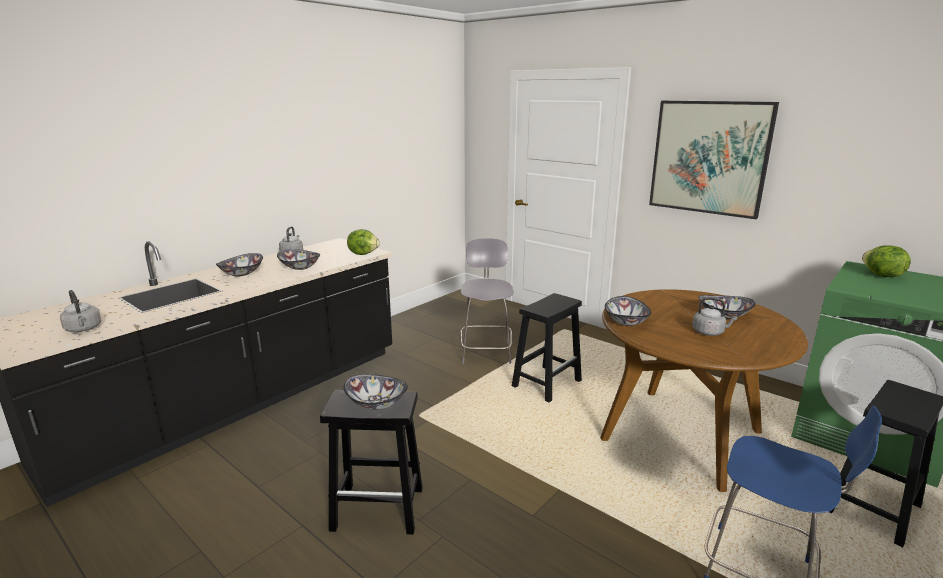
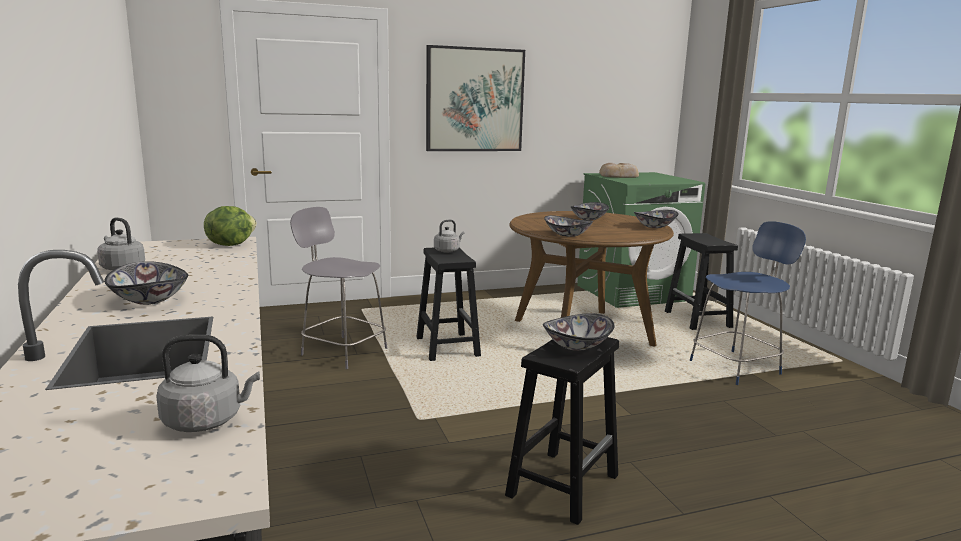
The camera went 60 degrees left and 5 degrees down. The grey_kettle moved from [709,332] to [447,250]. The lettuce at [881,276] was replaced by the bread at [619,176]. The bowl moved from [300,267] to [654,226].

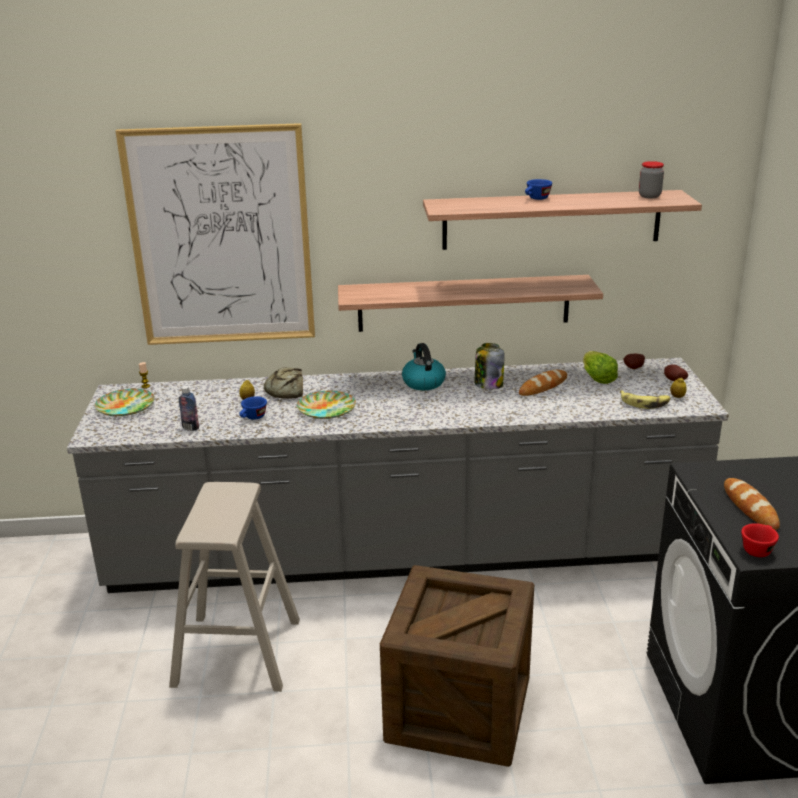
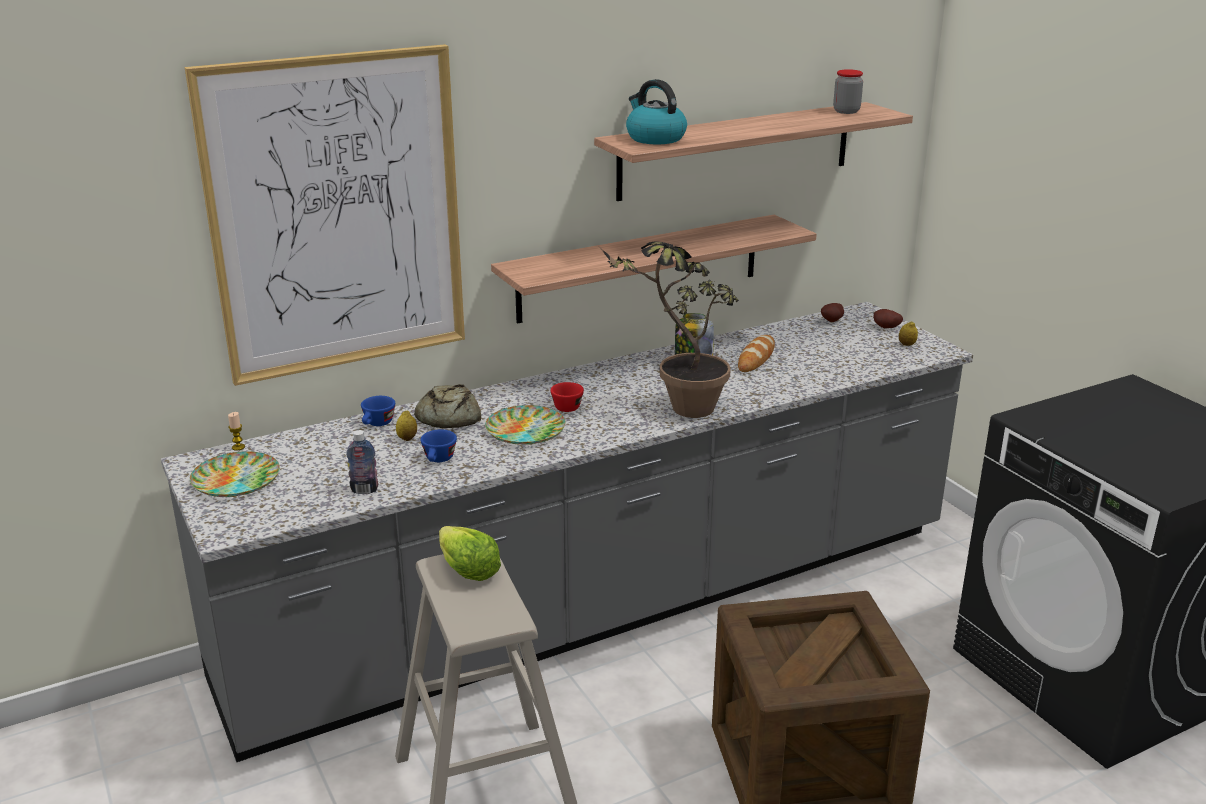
The camera went 25 degrees left and 0 degrees up. The blue_cup moved from [536,199] to [377,424]. The lettuce moved from [597,378] to [467,570]. The red_cup moved from [758,549] to [568,406]. The potted_plant at [677,409] appeared. The kettle moved from [423,382] to [654,138]. The banana at [645,403] disappeared. The bread at [750,507] disappeared.

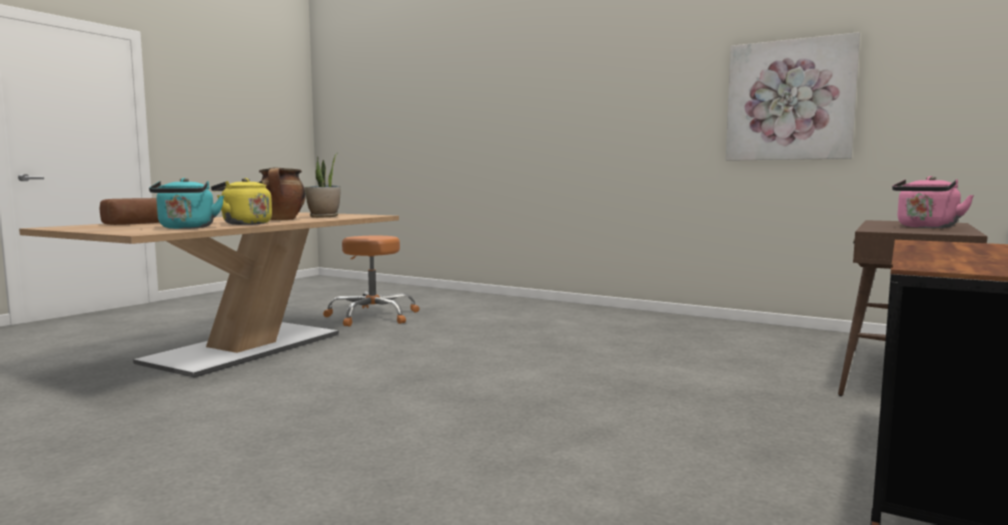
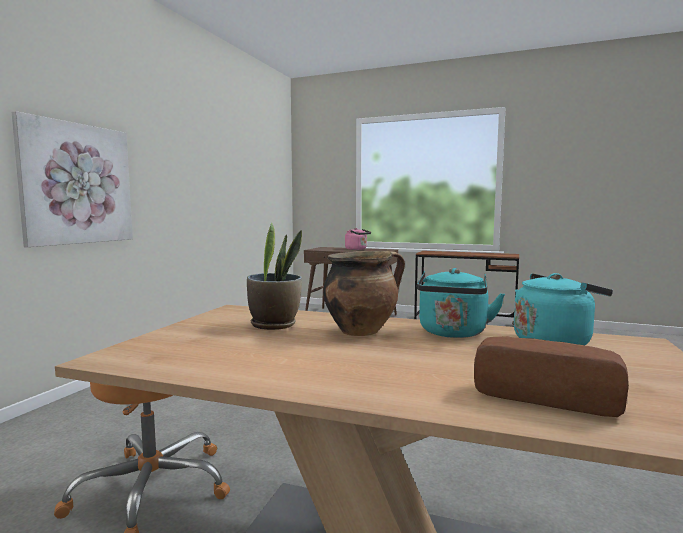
The camera went 100 degrees left and 0 degrees up. The picture moved from [789,100] to [77,184]. The yellow_kettle at [244,224] became the turquoise_kettle at [453,333].

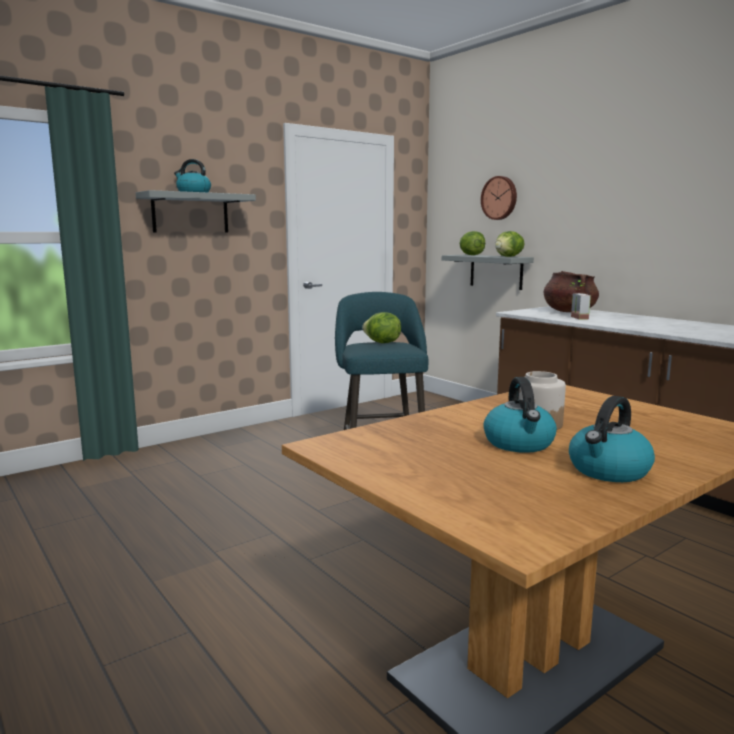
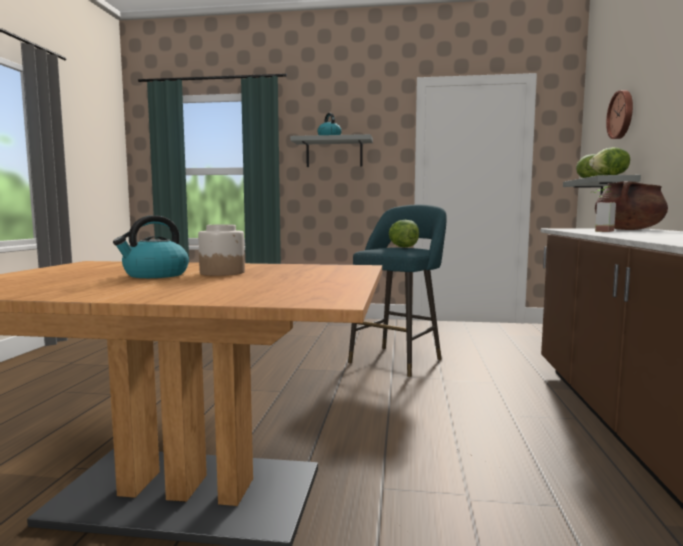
The camera went 45 degrees right and 5 degrees down. The kettle at [608,471] disappeared.

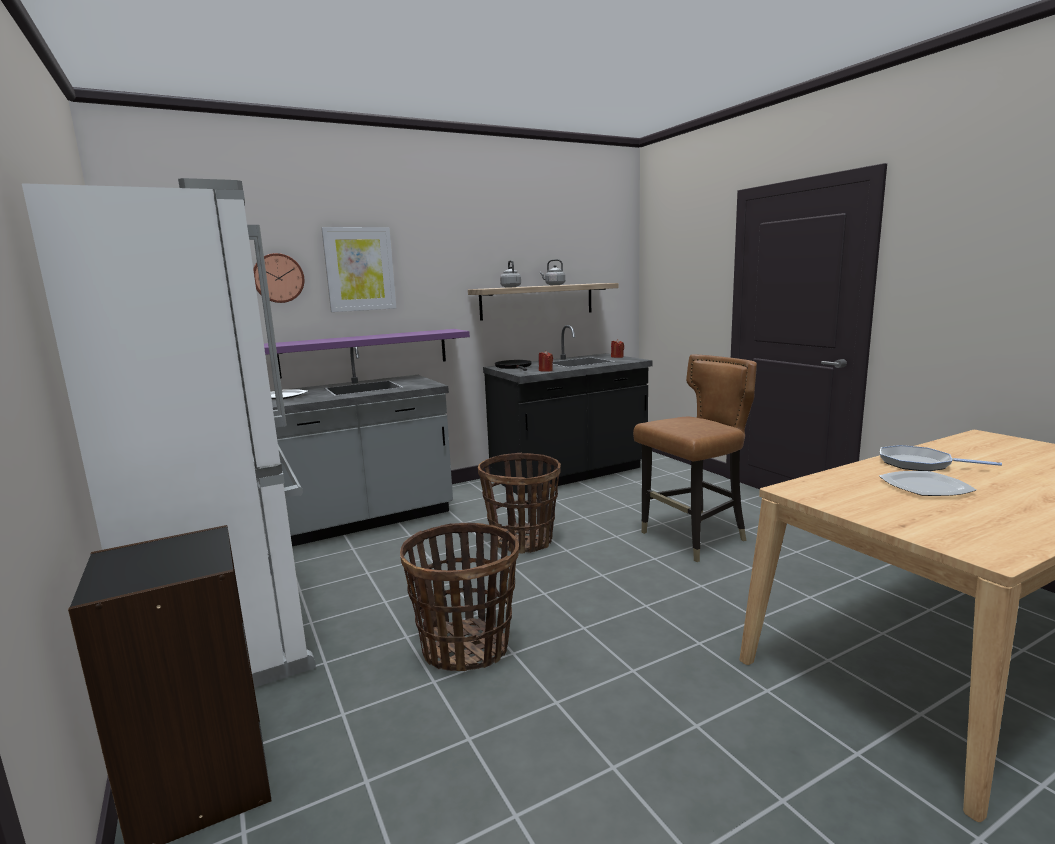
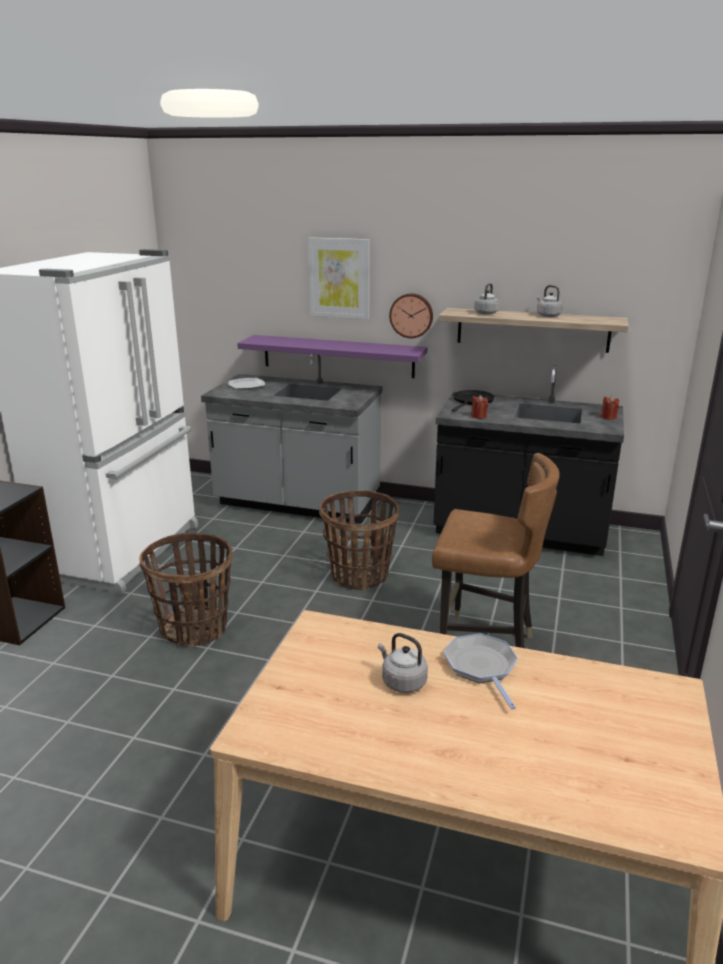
The camera went 45 degrees right and 10 degrees up. The plate at [925,487] was replaced by the grey_kettle at [402,682]. The wall_clock moved from [278,278] to [411,315].

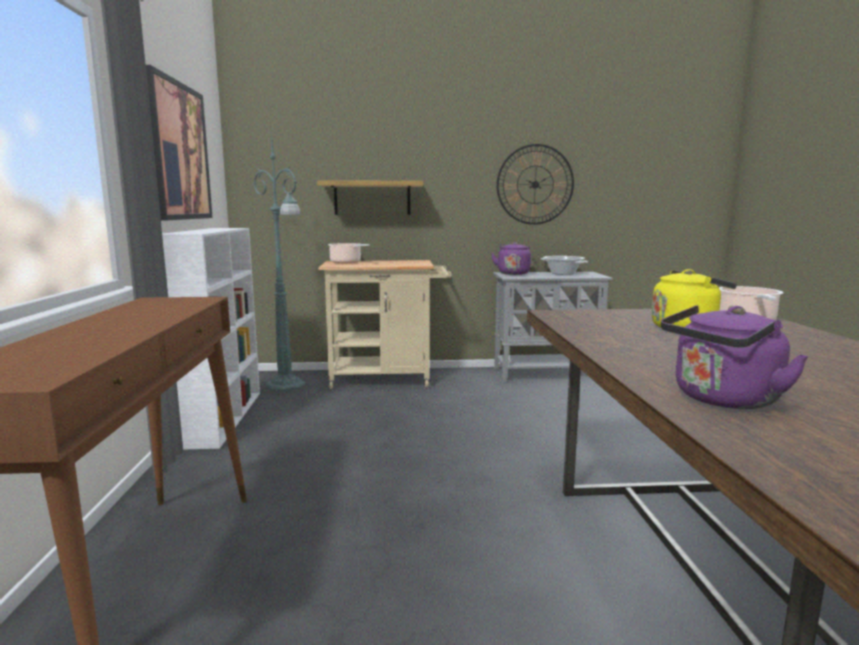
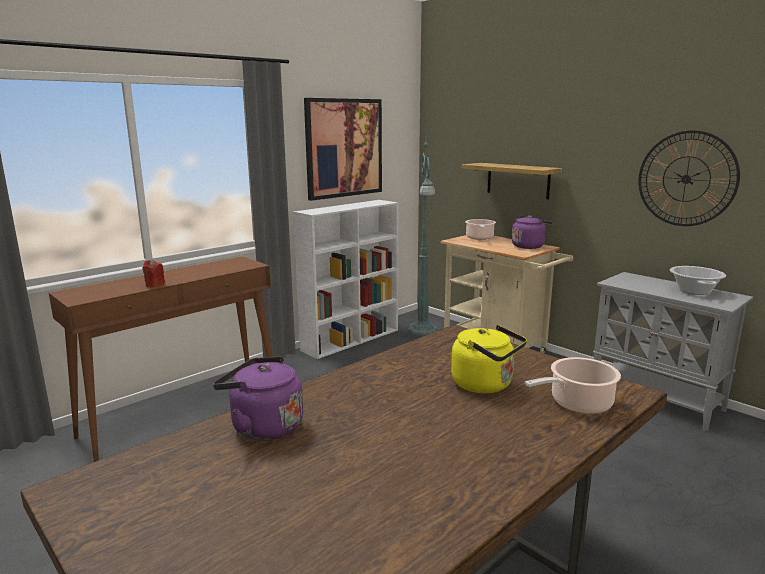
The camera went 50 degrees right and 5 degrees up. The red_candle at [155,284] appeared. The purple_kettle moved from [513,273] to [529,246].

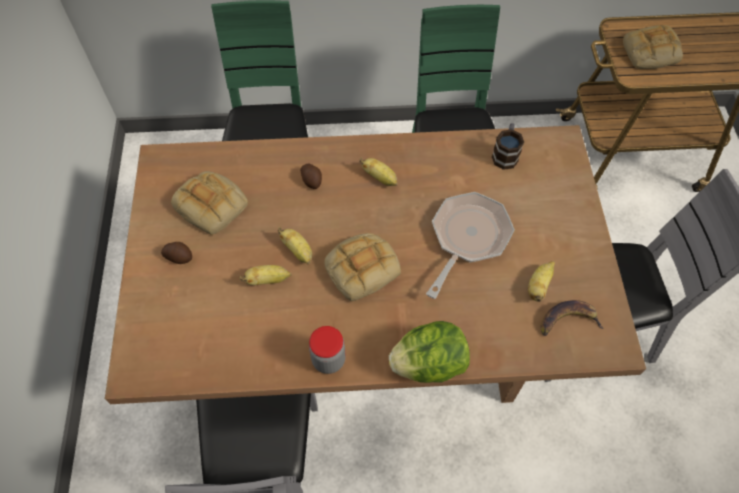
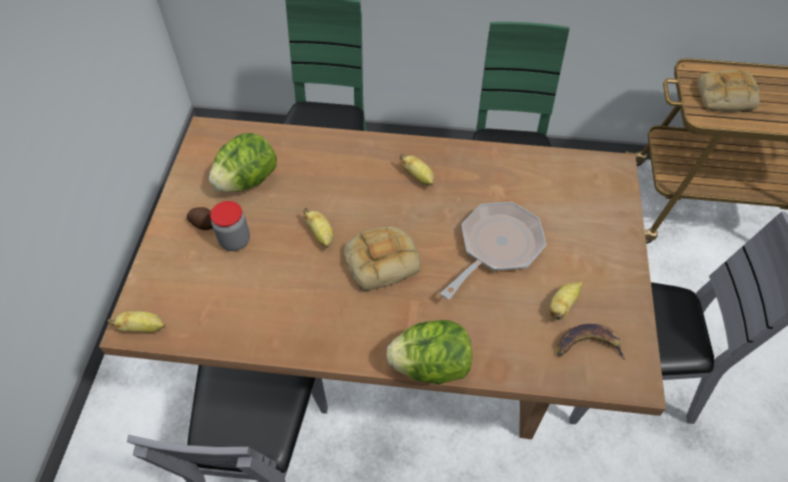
The camera went 10 degrees right and 5 degrees down. The banana moved from [268,280] to [143,328]. The bread at [212,205] was replaced by the lettuce at [247,180]. The jar moved from [328,360] to [235,240]. The potato at [311,180] disappeared. The mug at [505,154] disappeared.

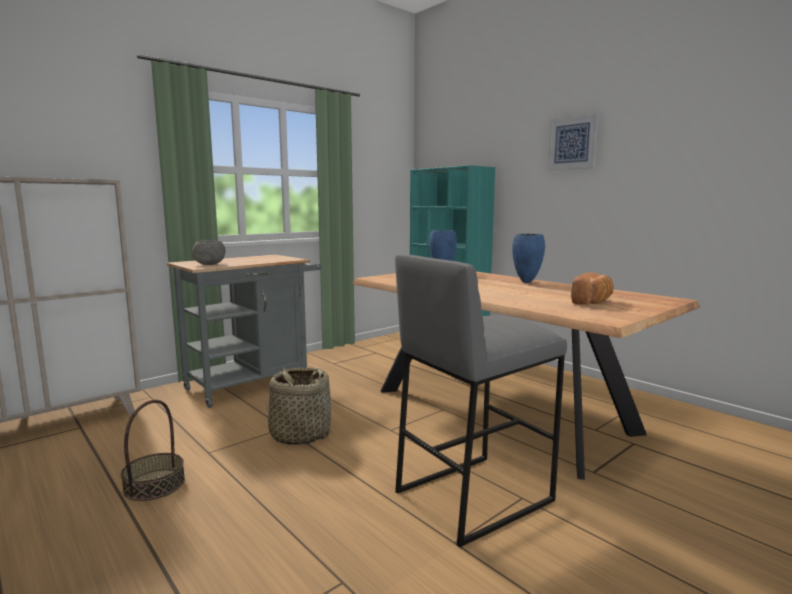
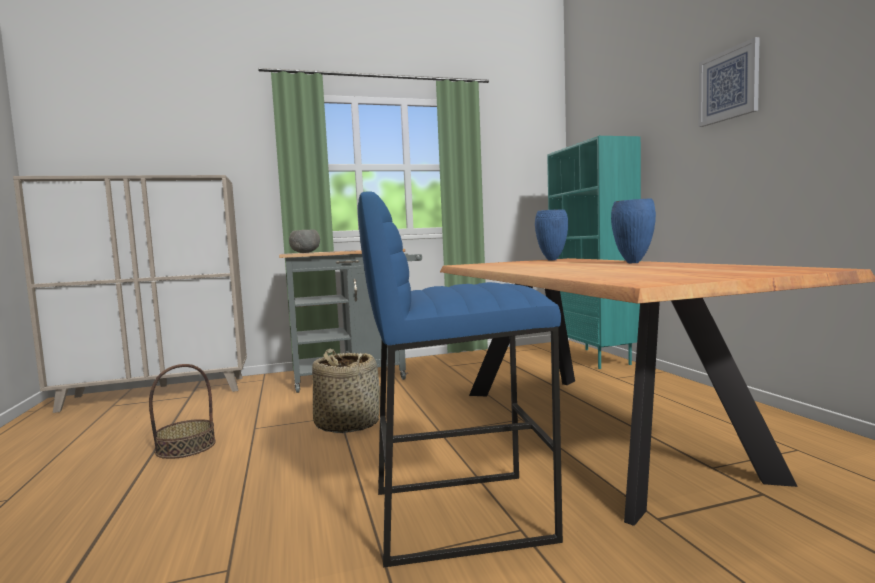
The camera went 25 degrees right and 5 degrees down. The grey_stool at [473,495] became the blue_stool at [460,513]. The bread at [593,302] disappeared.

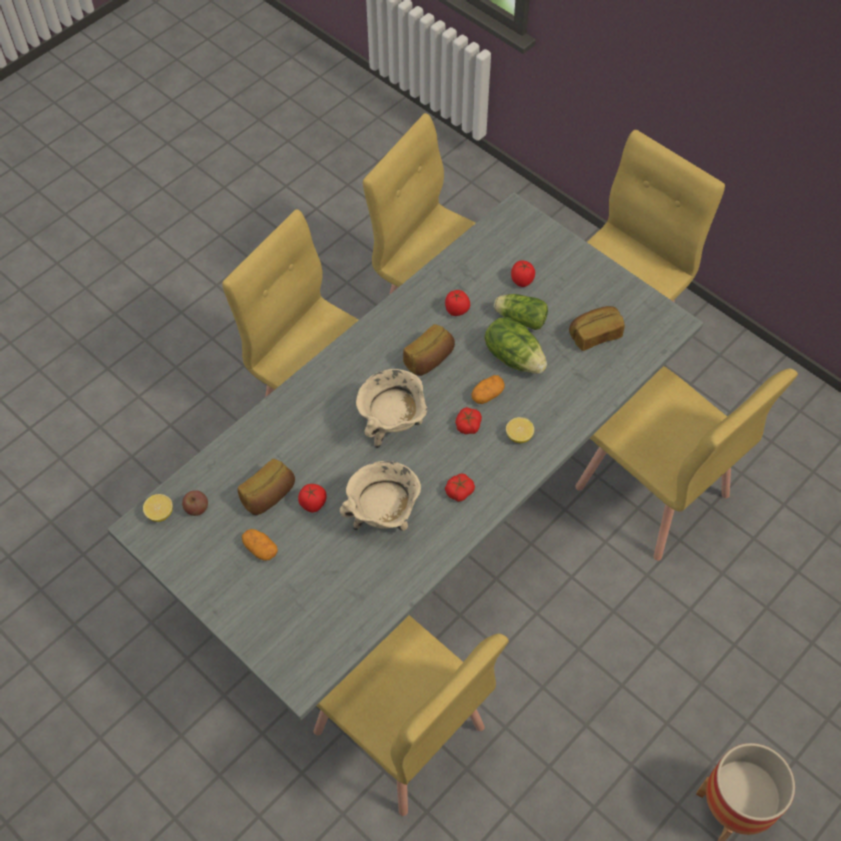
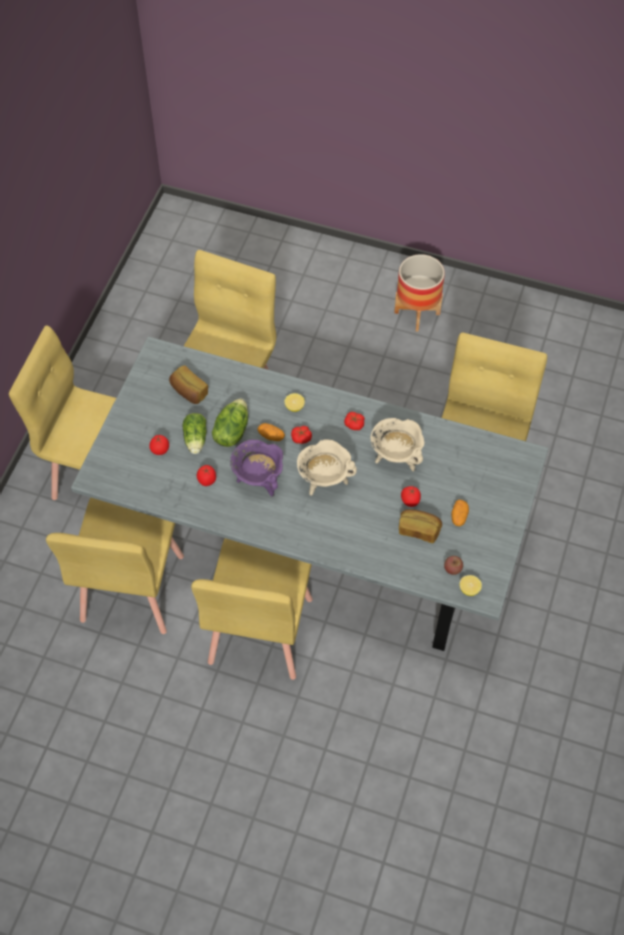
The camera went 115 degrees left and 0 degrees up. The bread at [429,359] was replaced by the purple_cooking_pot at [259,480].

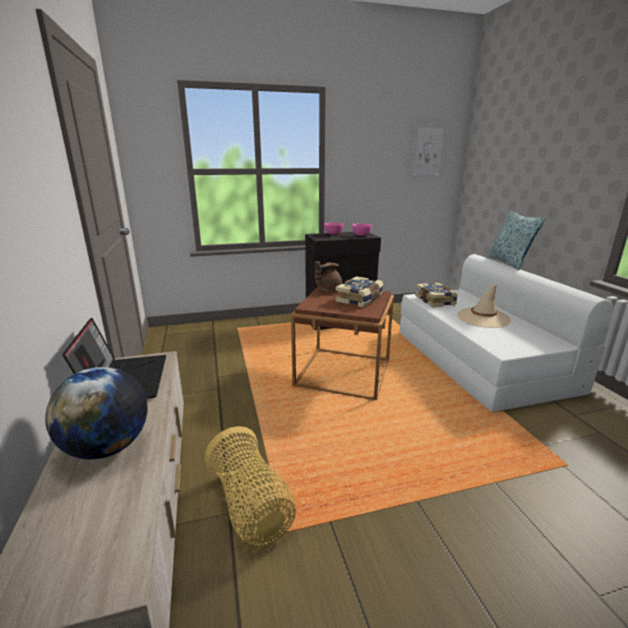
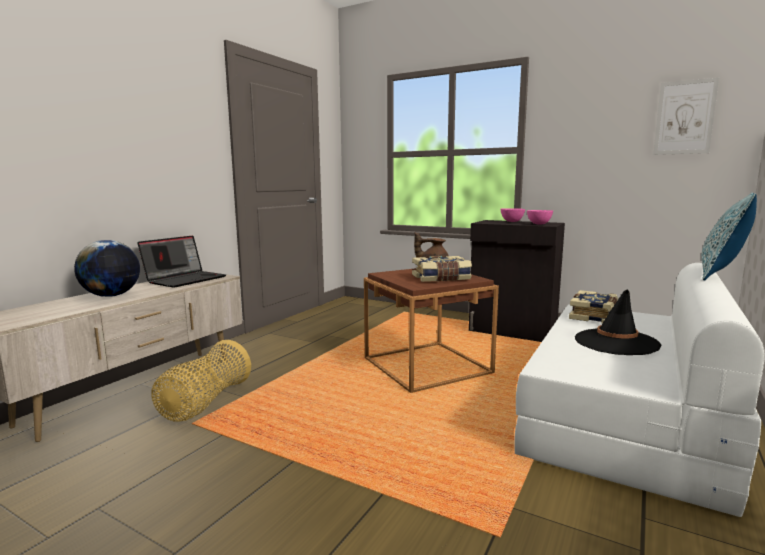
The camera went 45 degrees right and 10 degrees down. The beige_hat at [483,318] became the black_hat at [616,342].

